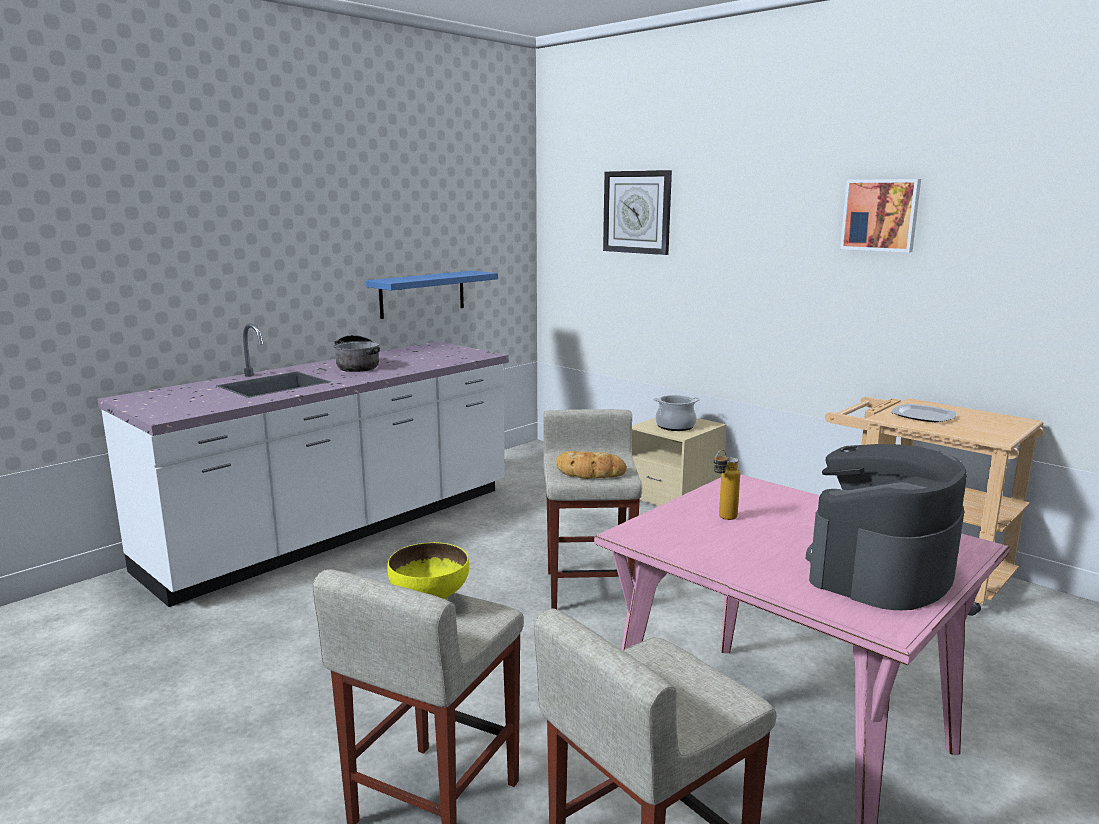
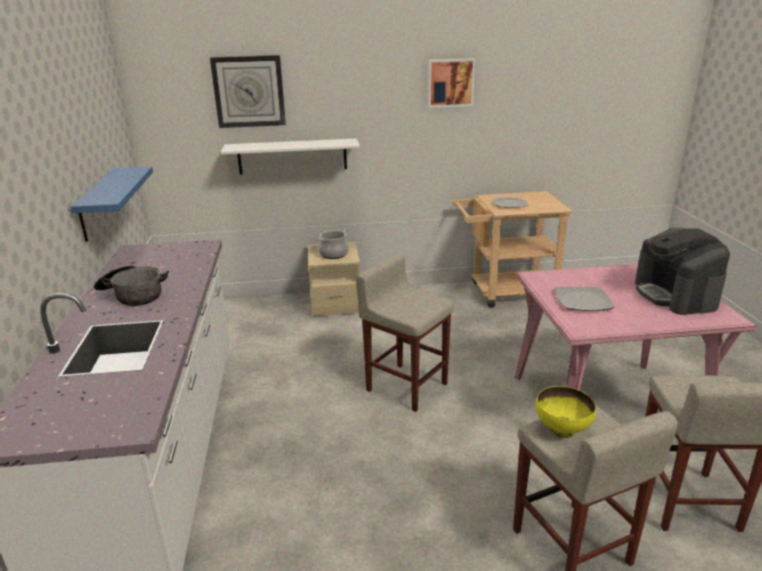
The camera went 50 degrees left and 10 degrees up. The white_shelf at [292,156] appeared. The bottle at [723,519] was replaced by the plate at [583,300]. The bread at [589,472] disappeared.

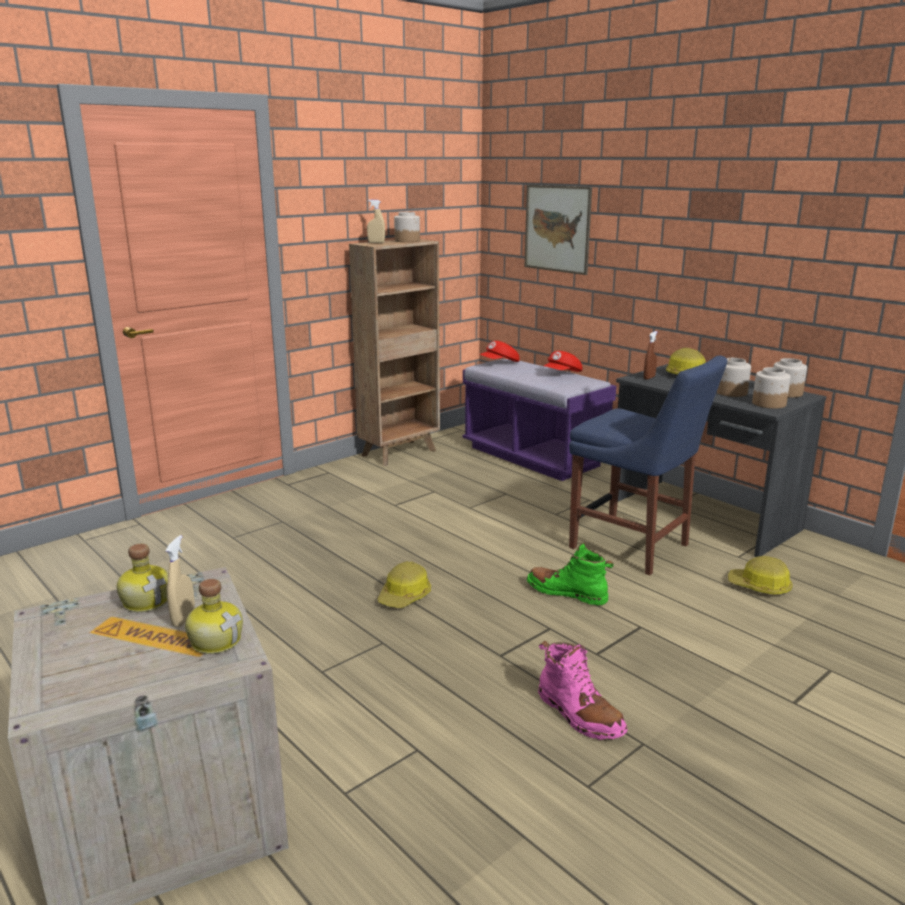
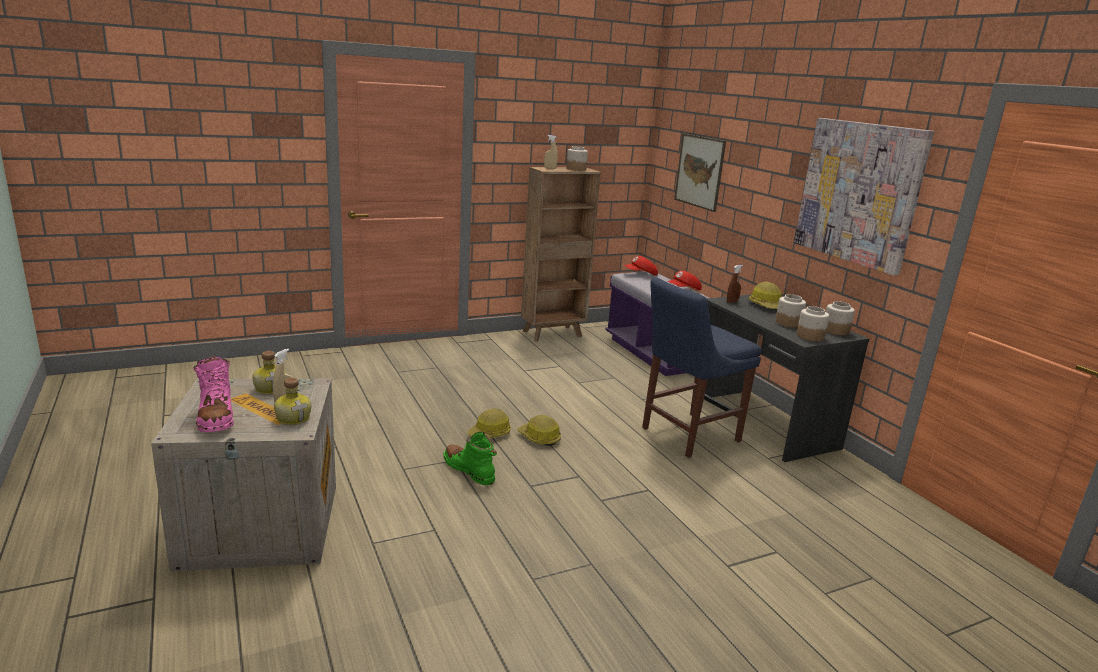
The camera went 15 degrees right and 0 degrees up. The pink_boot moved from [579,714] to [216,417]. The green_boot moved from [567,593] to [469,470]. The hard_hat moved from [759,587] to [539,438]. The blue_chair at [634,548] turned 90 degrees clockwise. The picture at [859,193] appeared.

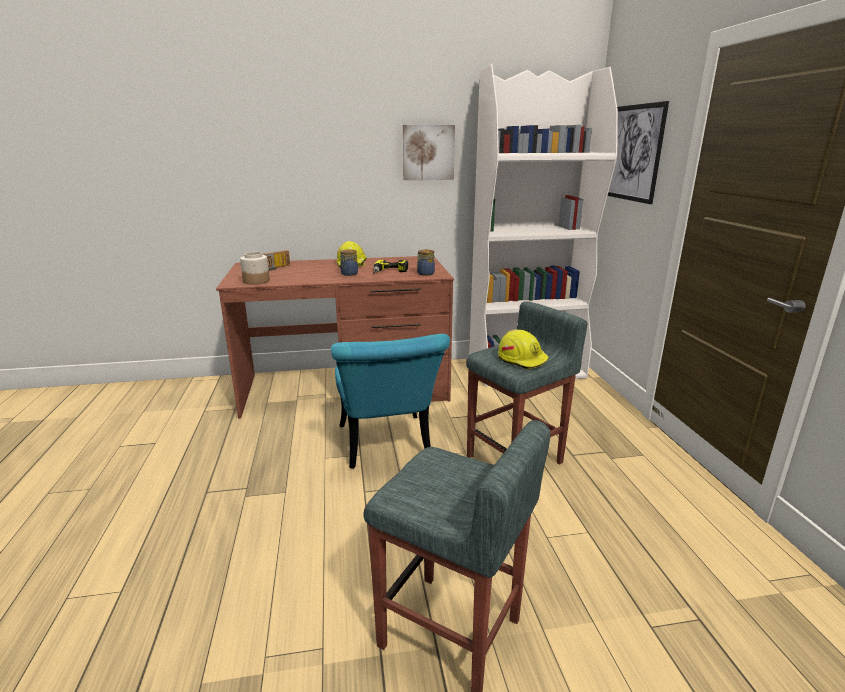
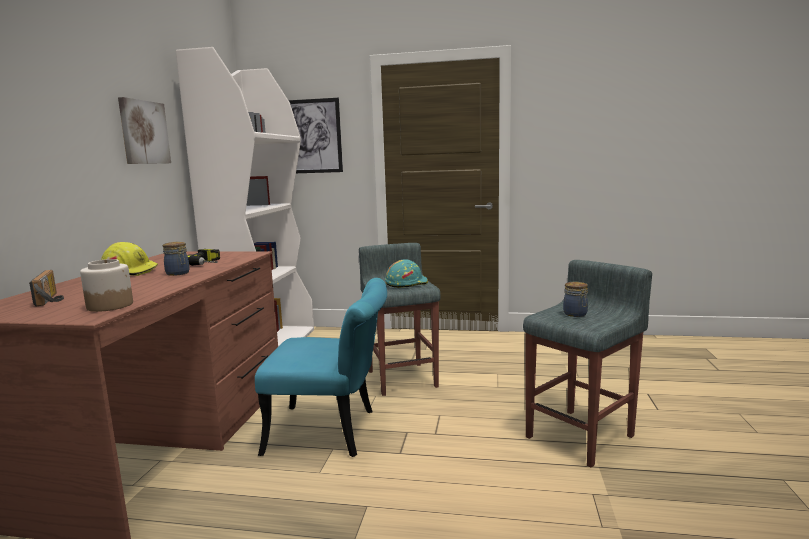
The camera went 70 degrees left and 10 degrees down. The yellow_hard_hat at [522,359] became the turquoise_hard_hat at [406,283]. The jar moved from [425,274] to [575,314].

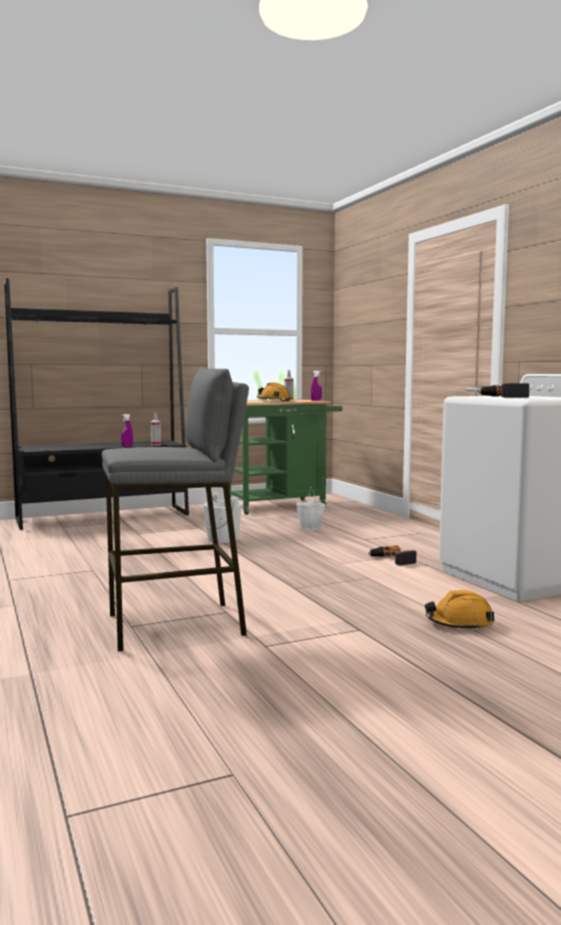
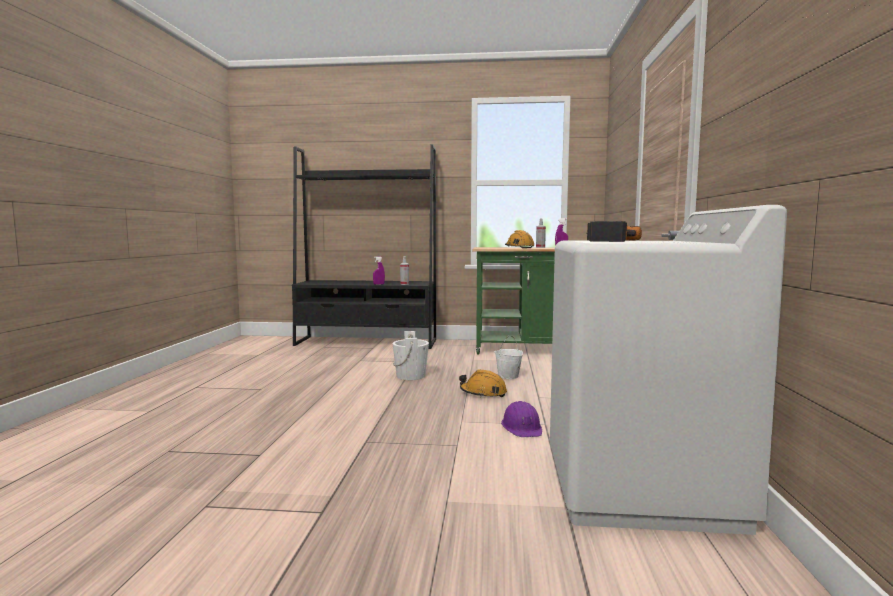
The camera went 30 degrees right and 0 degrees up. The orange_hard_hat moved from [459,623] to [483,393]. The power_drill at [392,560] was replaced by the purple_hard_hat at [522,427]. The grey_stool at [176,625] disappeared.

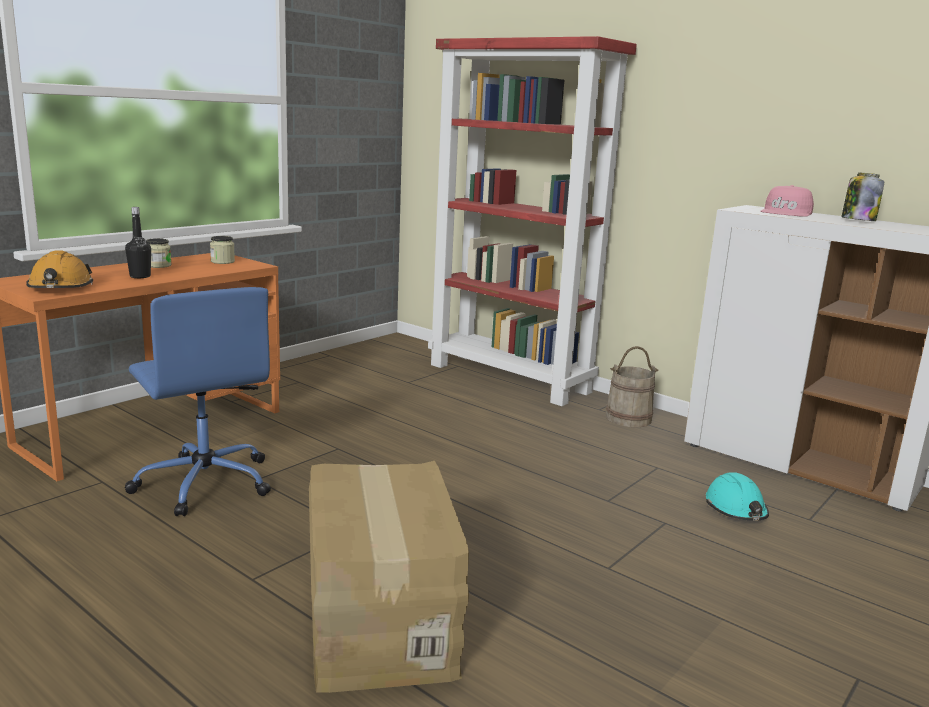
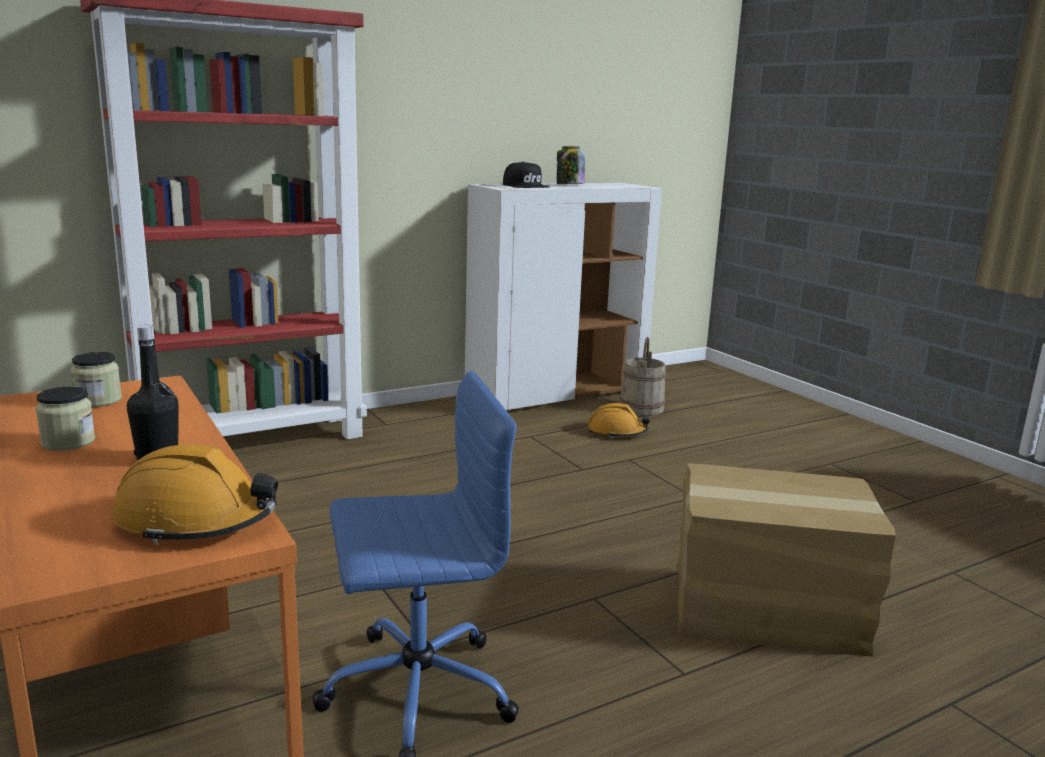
The camera went 70 degrees left and 0 degrees up. The pink_cap at [787,213] became the black_cap at [526,186]. The turquoise_hard_hat at [736,509] became the orange_hard_hat at [616,432]. The beige_bucket moved from [628,418] to [641,408].

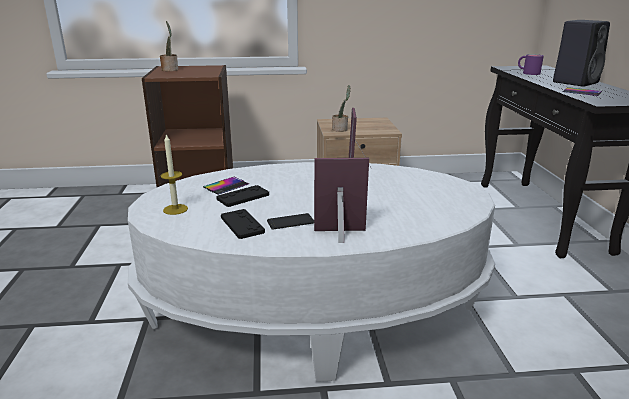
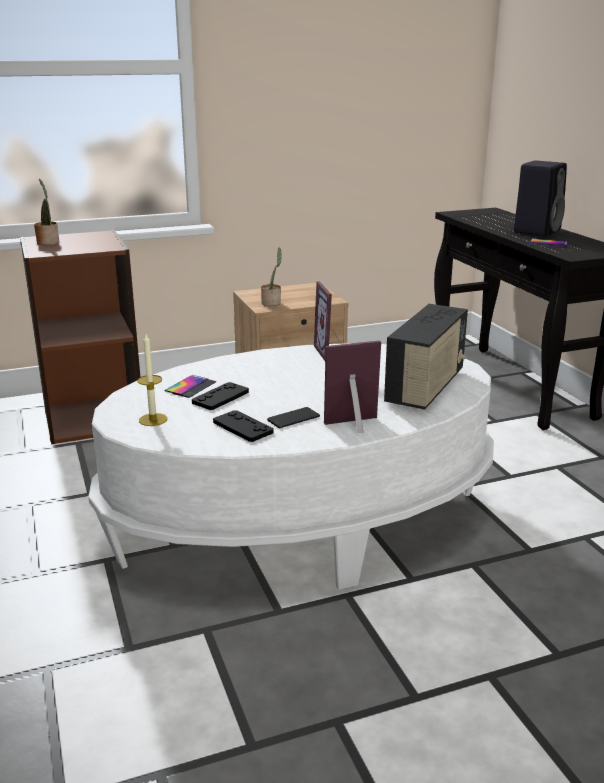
The camera went 15 degrees left and 0 degrees up. The radio at [426,388] appeared. The purple_mug at [527,73] disappeared.

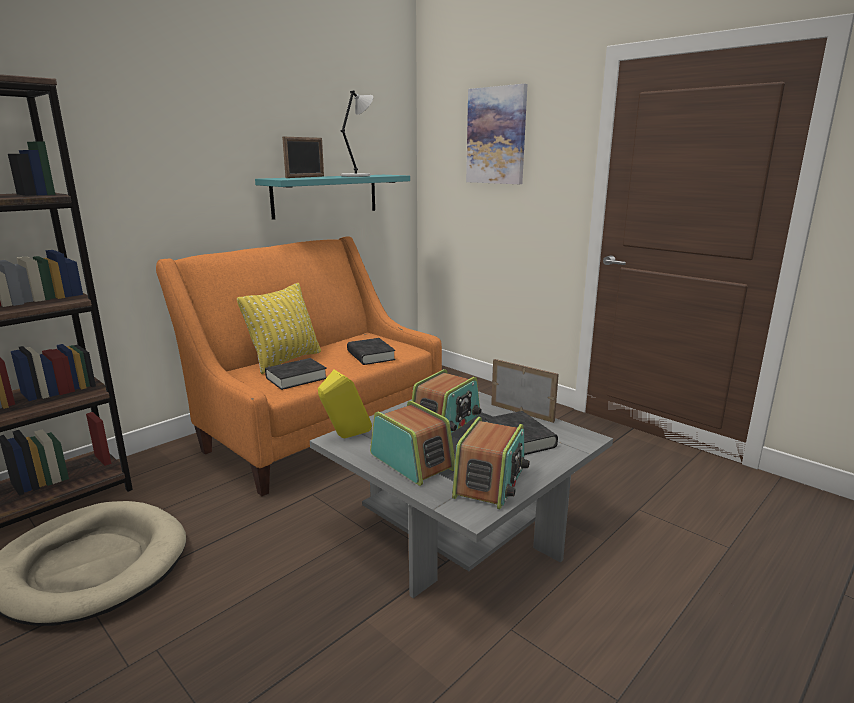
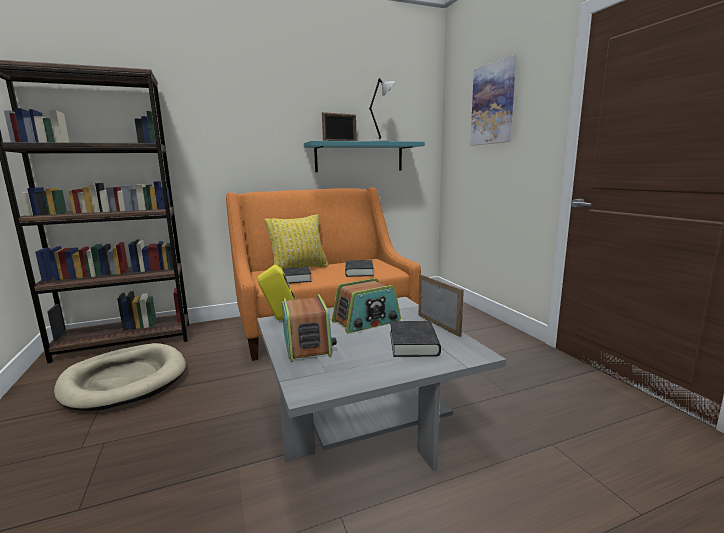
The camera went 25 degrees right and 5 degrees down. The radio at [490,482] disappeared.

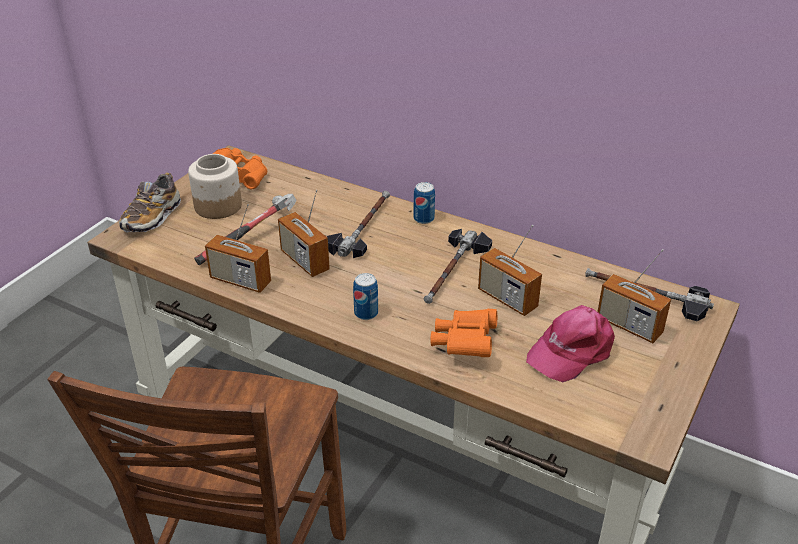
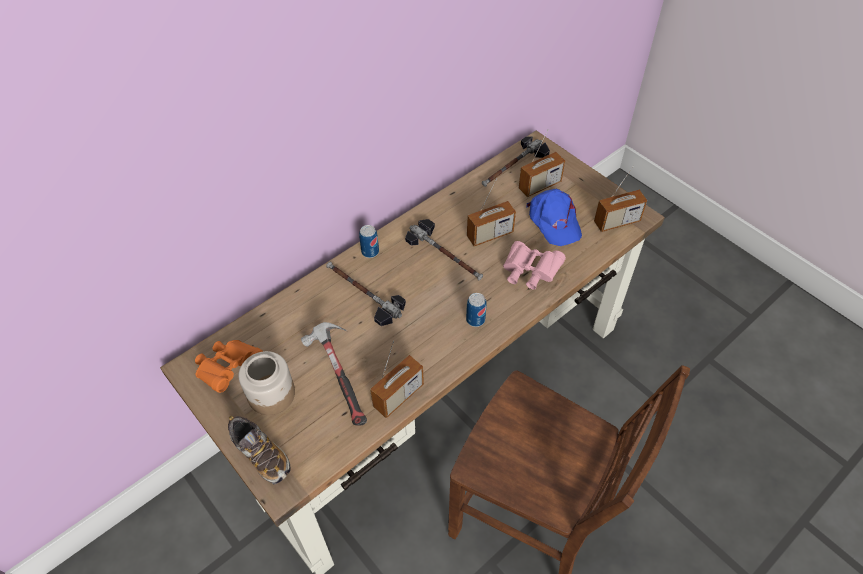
The camera went 70 degrees left and 15 degrees up. The orange_binoculars at [464,344] became the pink_binoculars at [529,272]. The pink_cap at [571,350] became the blue_cap at [554,221]. The radio moved from [304,261] to [617,222].

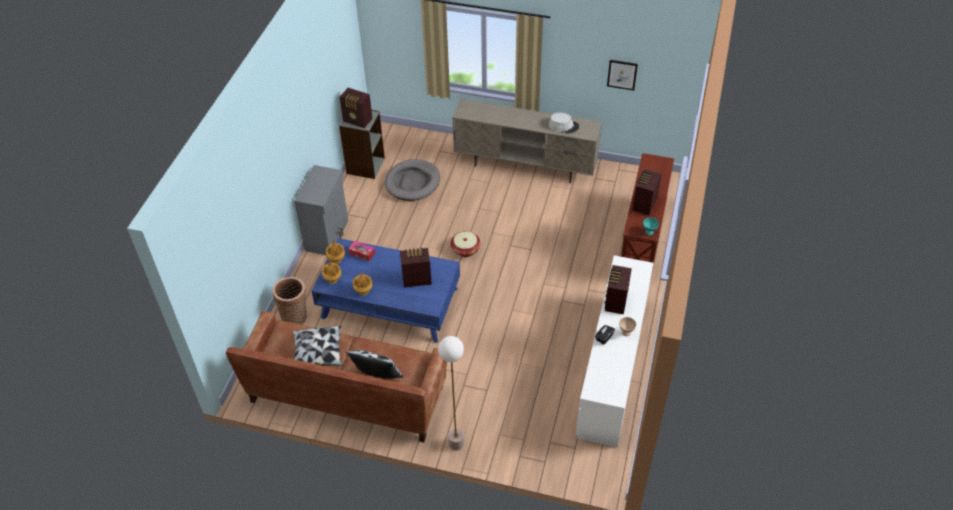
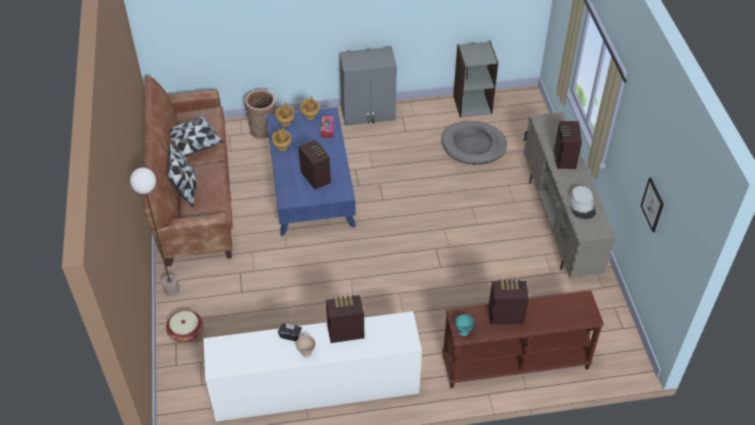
The camera went 65 degrees right and 0 degrees up. The basket moved from [465,249] to [186,332]. The radio moved from [358,120] to [564,159].

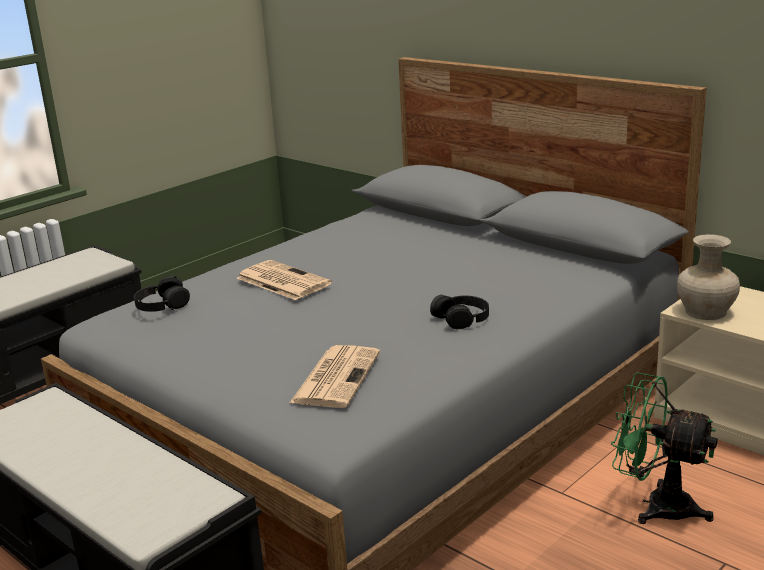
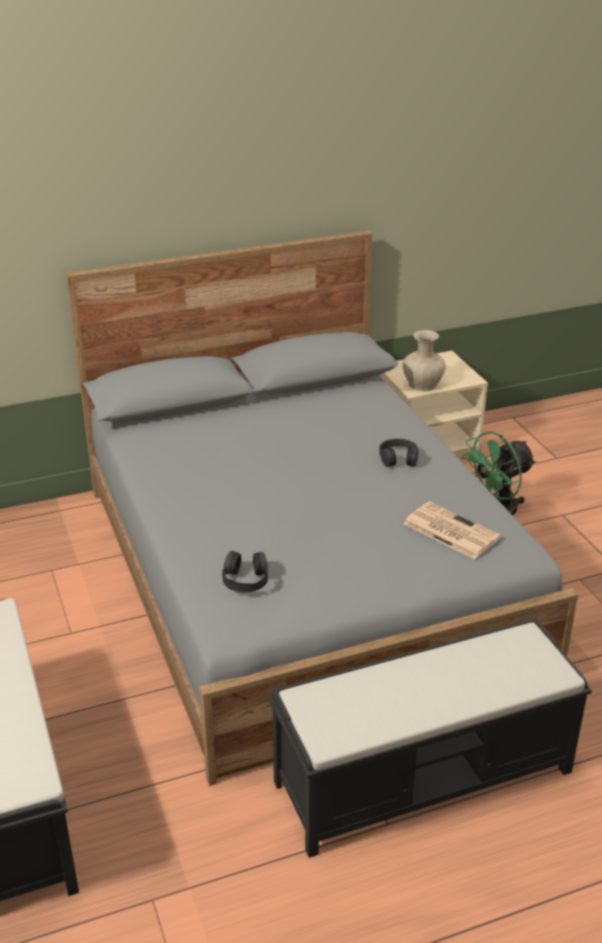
The camera went 65 degrees left and 10 degrees up. The newspaper at [281,281] disappeared.

